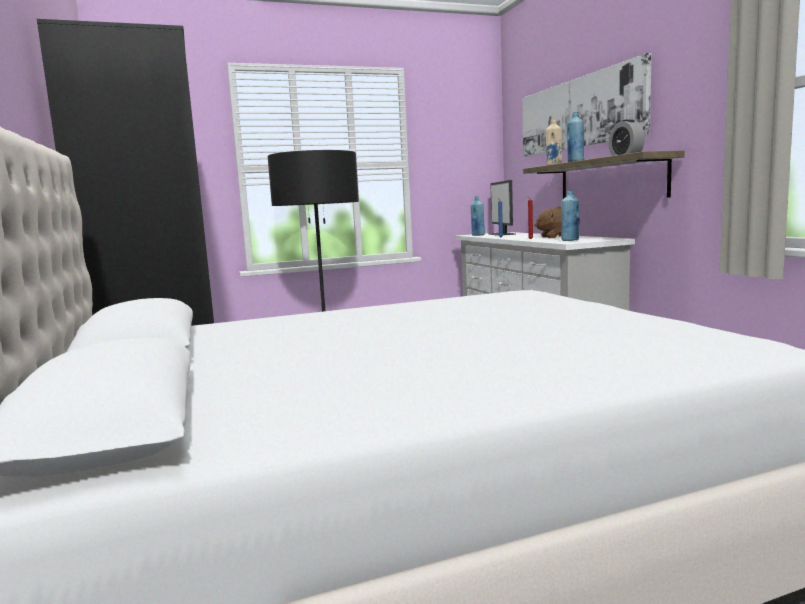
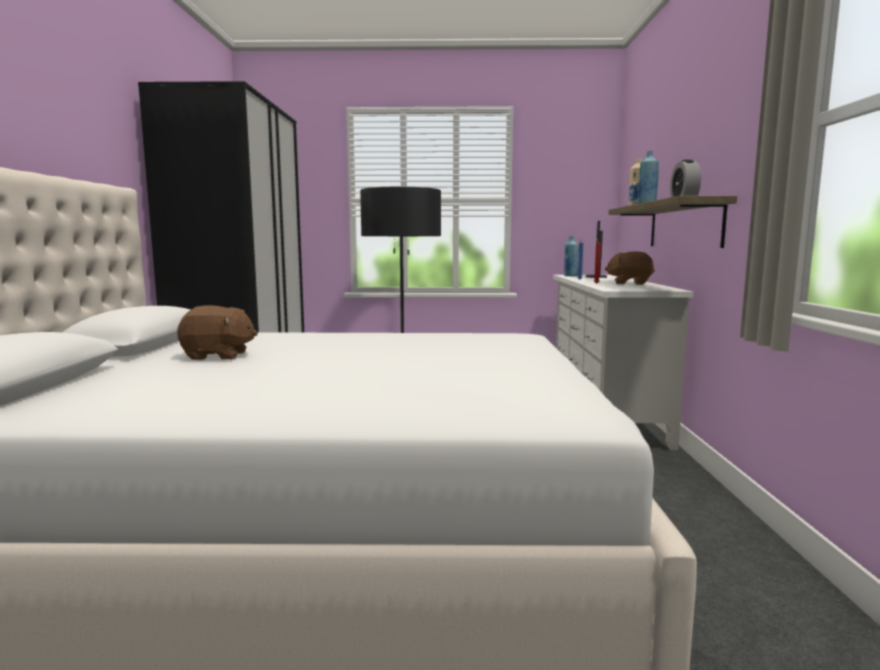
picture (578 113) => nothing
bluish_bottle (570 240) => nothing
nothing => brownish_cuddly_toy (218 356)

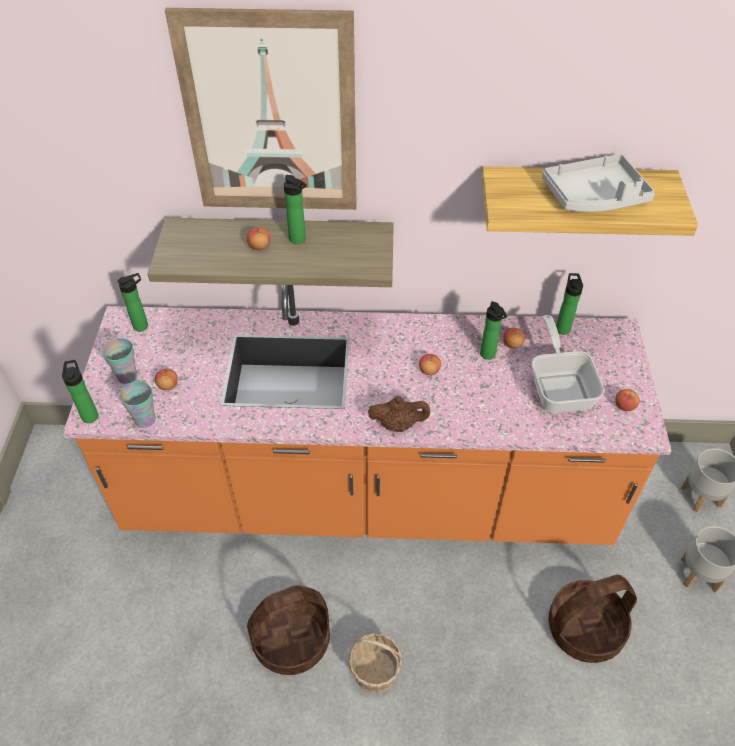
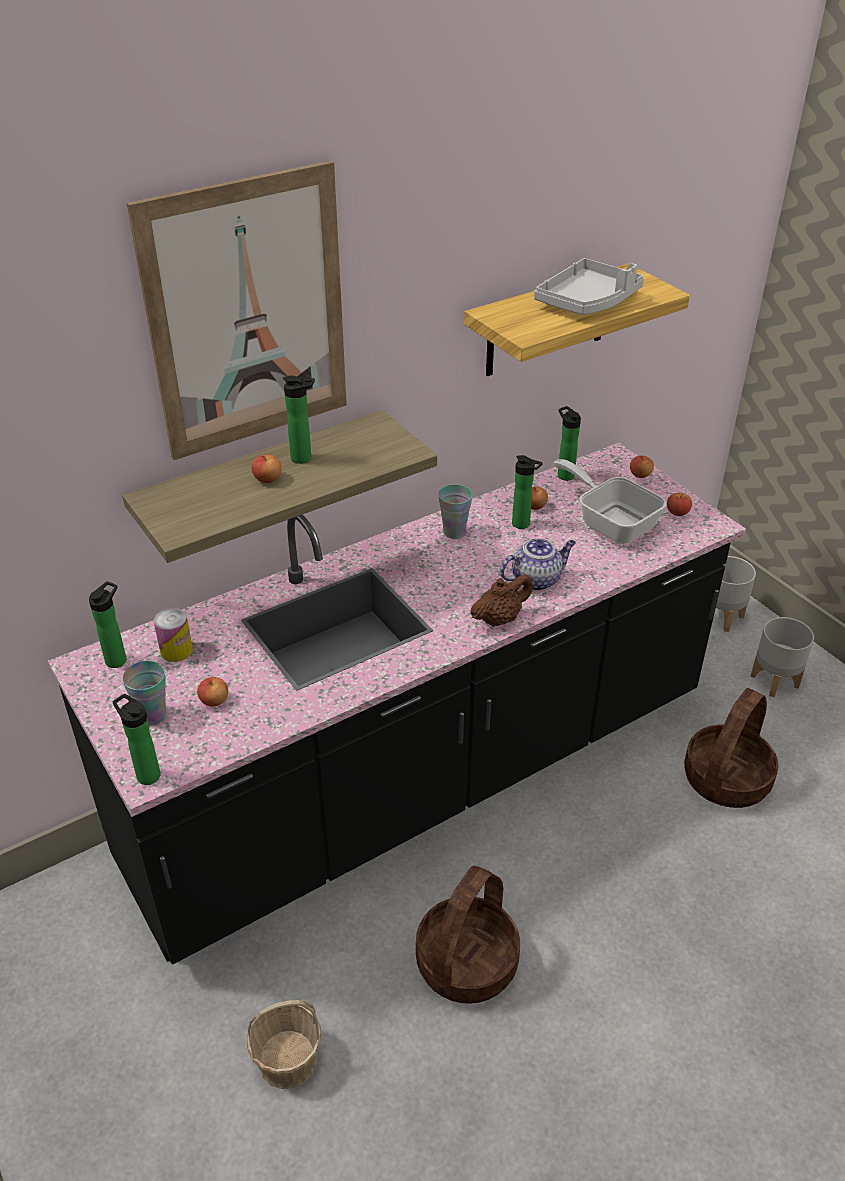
orange_kitchen_counter (367 495) => blackish_kitchen_counter (422 778)
apple_fruit (429 370) => apple_fruit (640 475), shifted
small_cup (145 420) => small_cup (454 532), shifted
household_basket (375 671) => household_basket (287 1059), shifted
nothing => tea_pot (536 579)
nothing => metal_can (176 650)

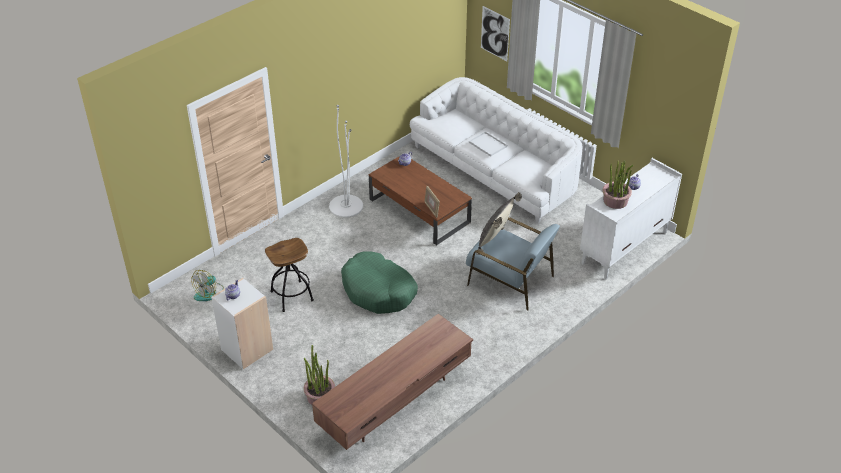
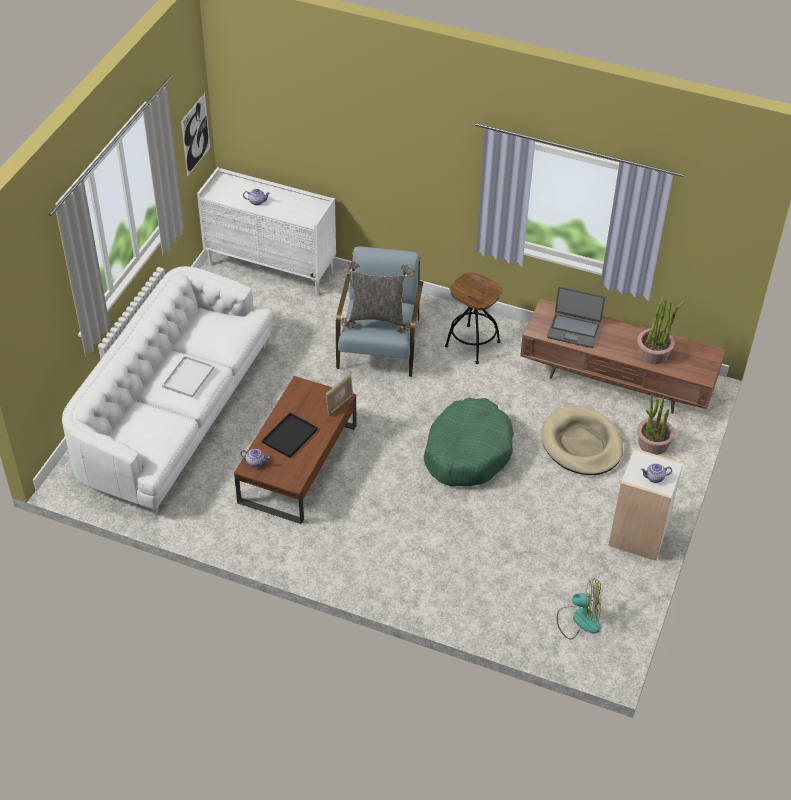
picture (495 33) => picture (195 134), shifted
white-coloured_standing_lamp (346 206) => nothing
plant_in_a_pot (615 201) => plant_in_a_pot (653 353), shifted
brownish_stool_seat (291 296) => brownish_stool_seat (473 344), shifted
nothing => portable_computer (574 330)
nothing => beige-coloured_dog_bed (581 444)
nothing => blackish_carrying_tray (289 436)

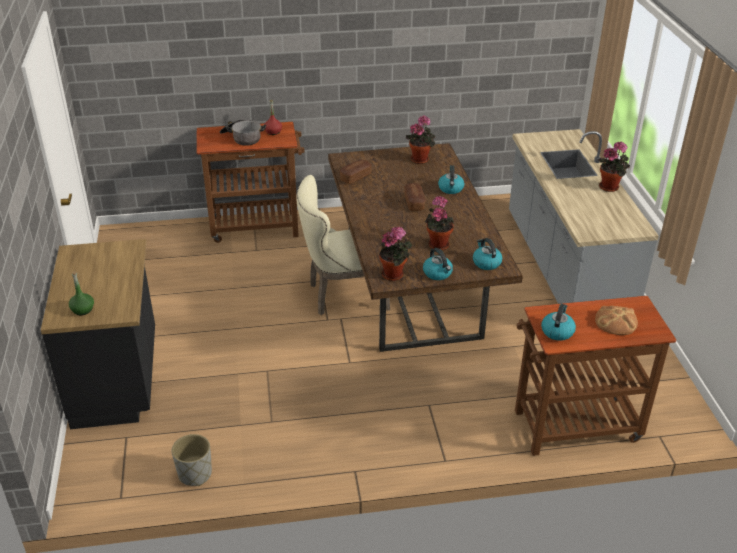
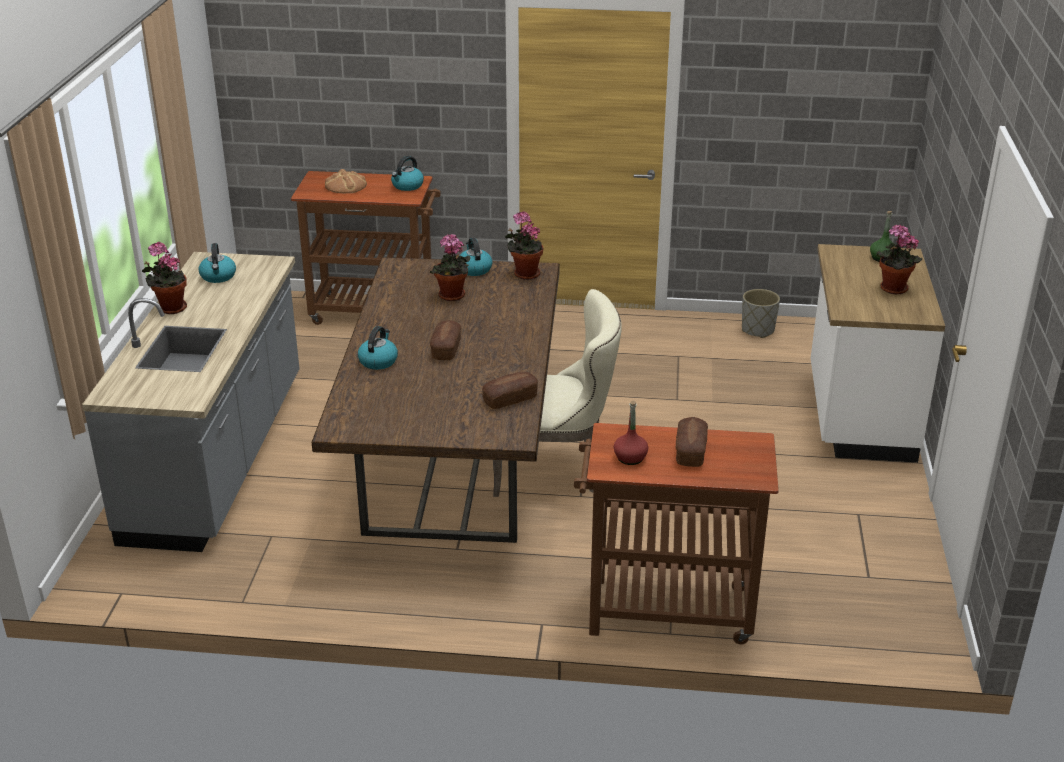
plant_in_a_pot (420 159) => plant_in_a_pot (892 289), shifted
stockpot (242 138) => baked_bread (690 451)
tea_kettle (486 263) => tea_kettle (218 276), shifted
blackish_kitchen_counter (118 379) => white-coloured_kitchen_counter (857 415)

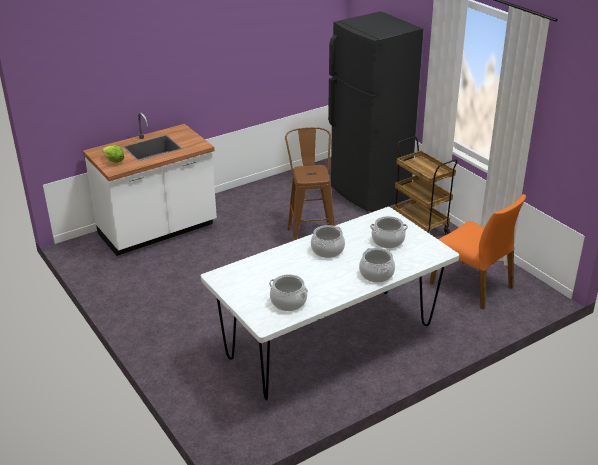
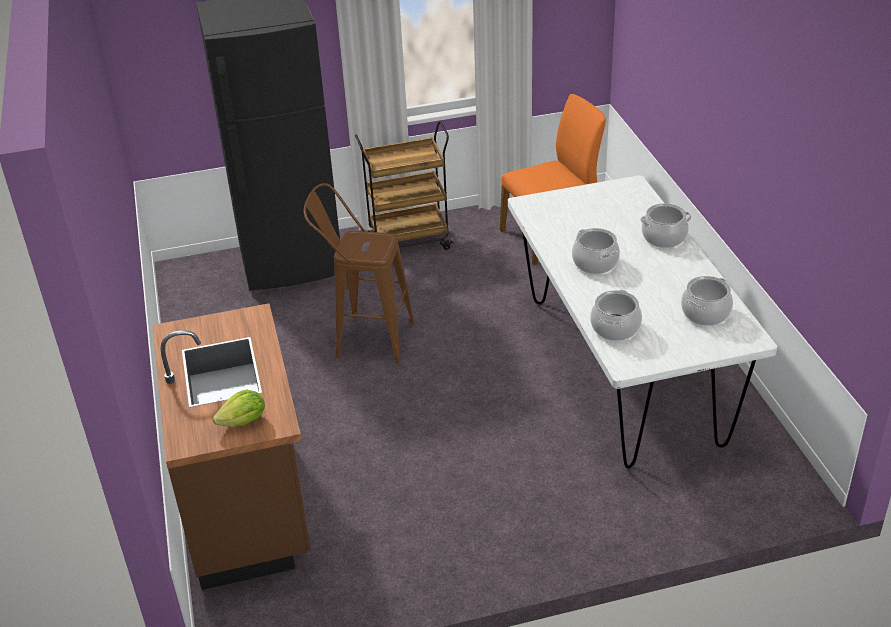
white-coloured_kitchen_counter (158 231) => brownish_kitchen_counter (248 504)
stockpot (388 241) => stockpot (615 328), shifted

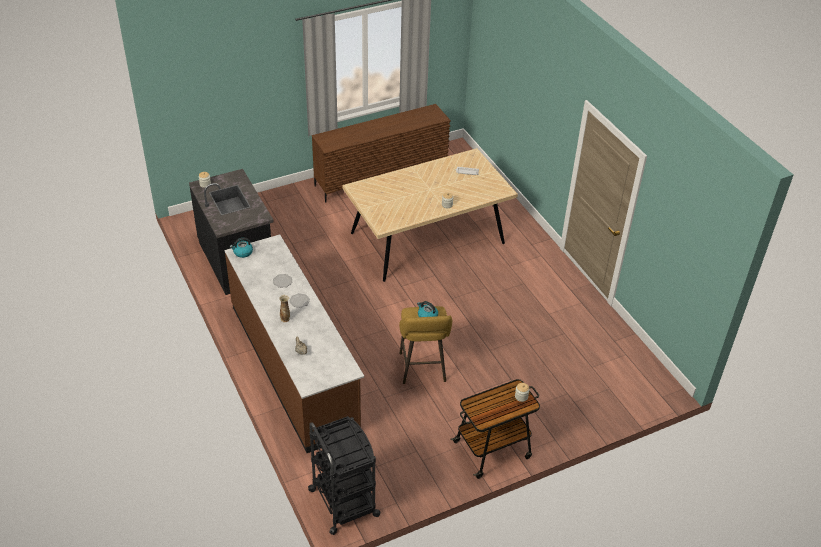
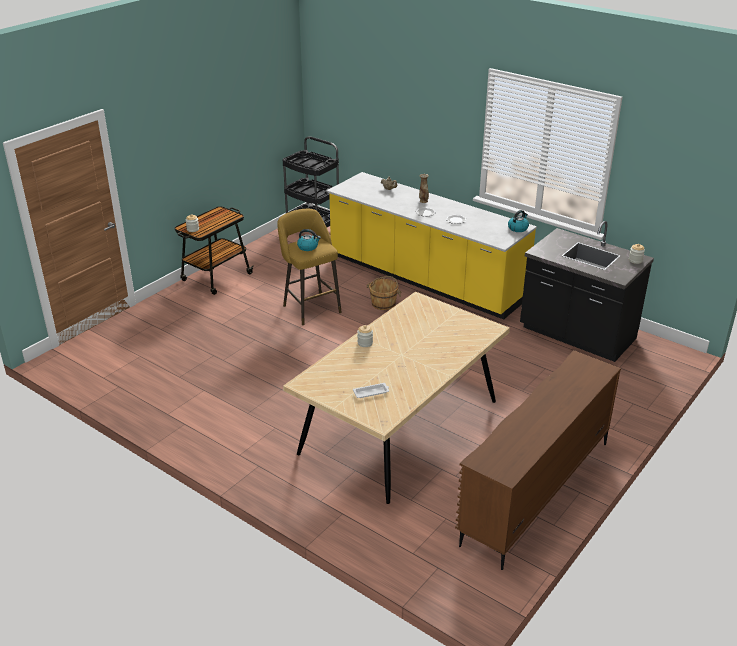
brownish_kitchen_counter (294 366) => yellow_kitchen_counter (424 279)
nothing => brownish_pail (383 303)

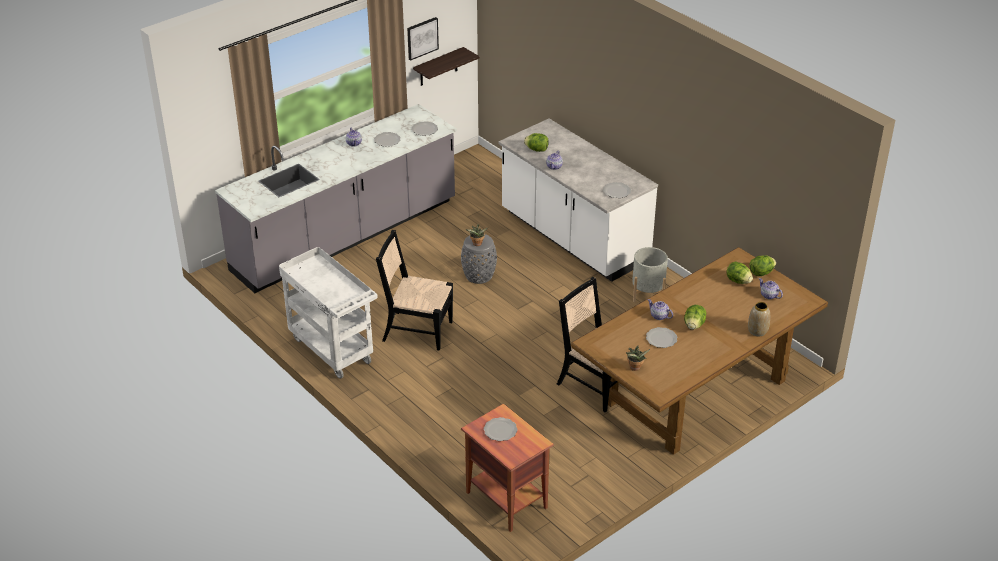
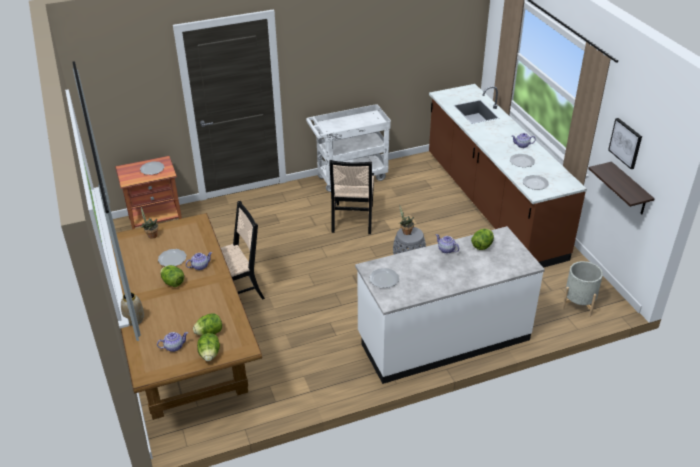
gray_kitchen_counter (346 237) => brownish_kitchen_counter (492 205)
upright_chair (417 331) => upright_chair (352 219), 150 degrees clockwise
gray_planter (647 293) => gray_planter (578 304), shifted

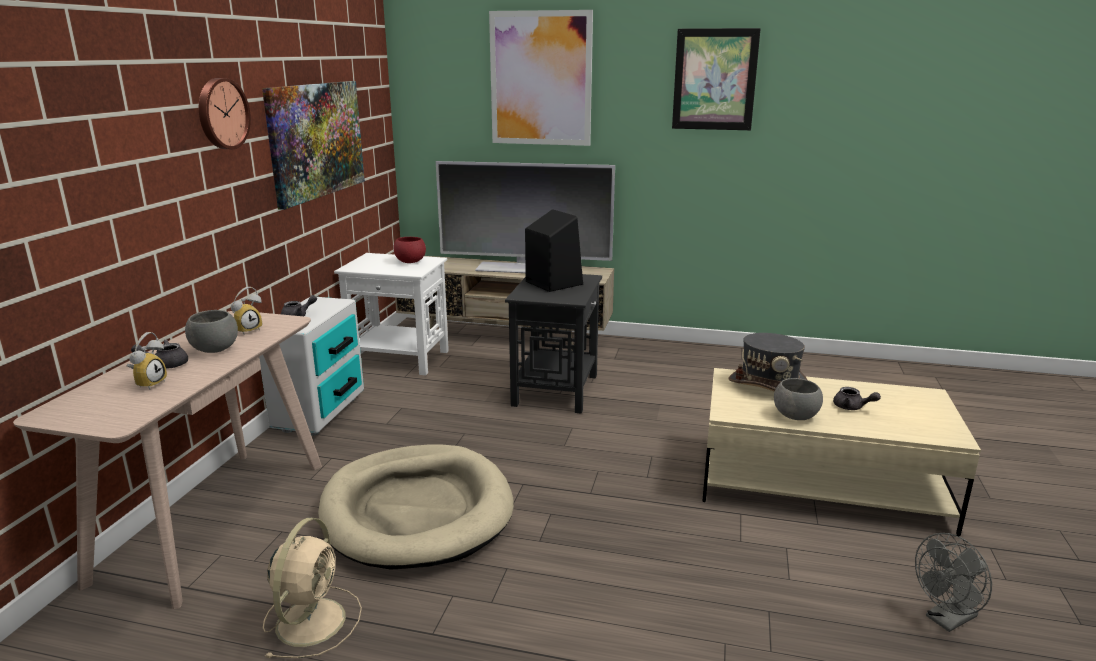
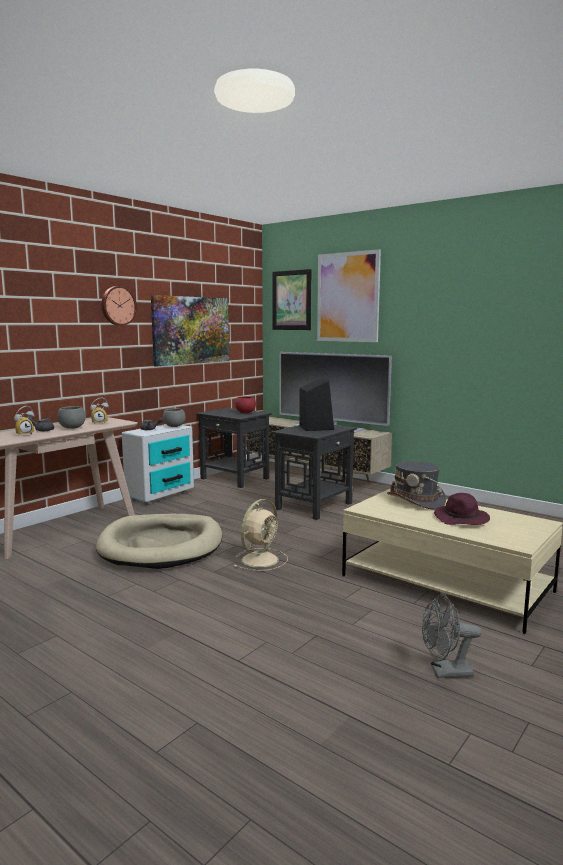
picture (714 80) => picture (291 300), shifted
white-coloured_end_table (400 359) => blackish_end_table (235 478)
gray_serving_bowl (795 416) => gray_serving_bowl (174 426), shifted
gray_tea_pot (852 407) => purplish_wearable_hat (462 519)
beige-coloured_cooling_fan (312 619) => beige-coloured_cooling_fan (261 559), shifted

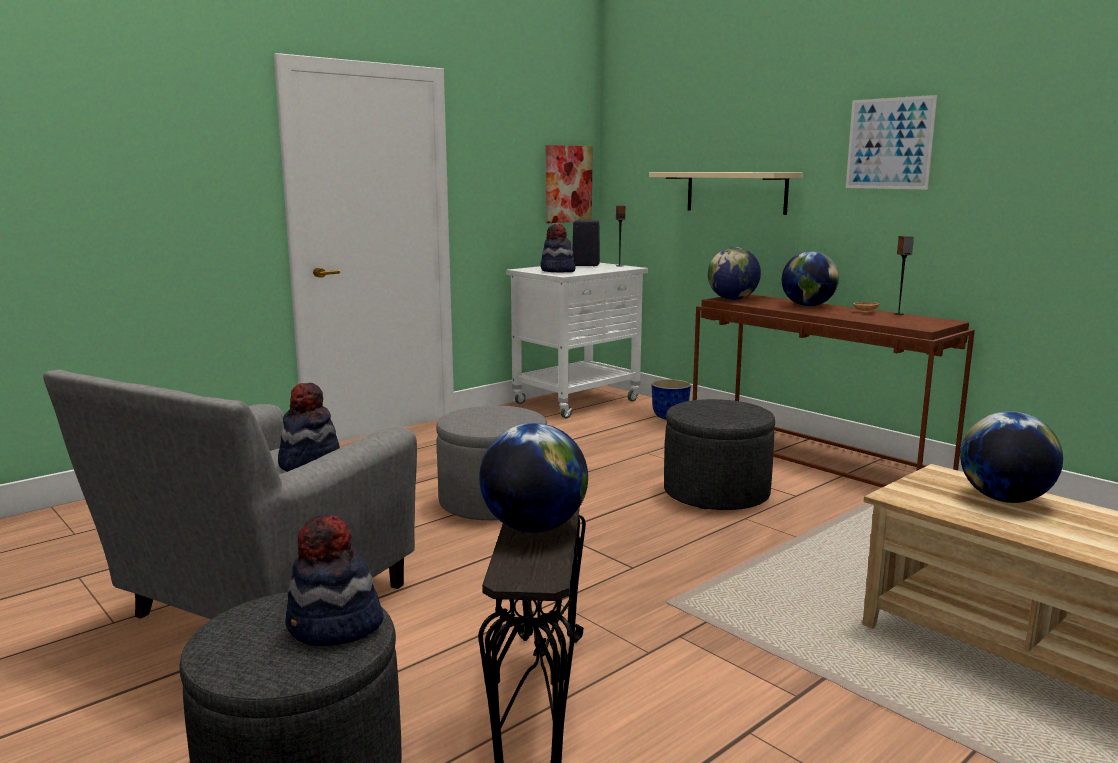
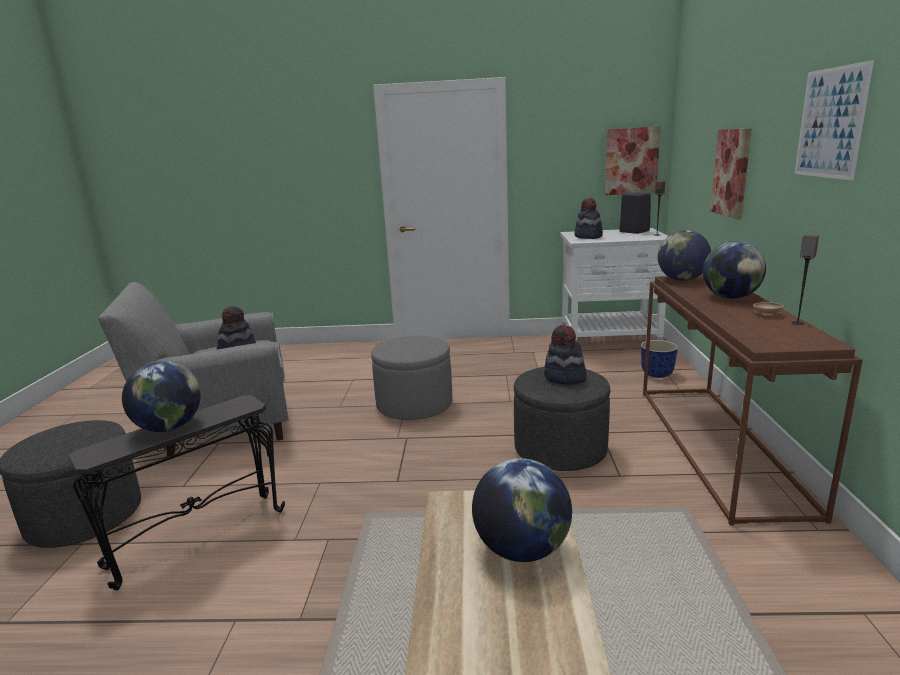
beige-coloured_shelf (736 192) => picture (731 172)
wearable_hat (334 627) => wearable_hat (564 378), shifted

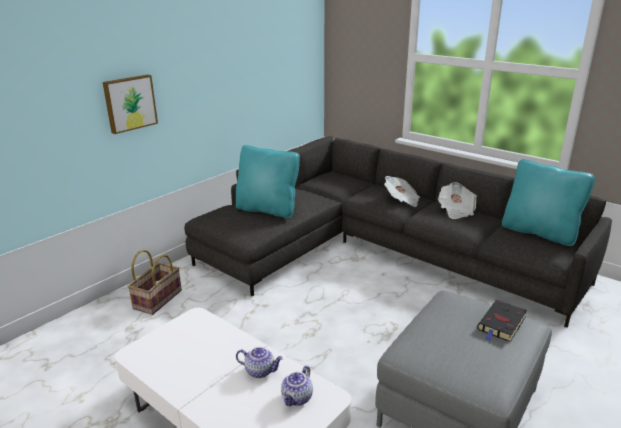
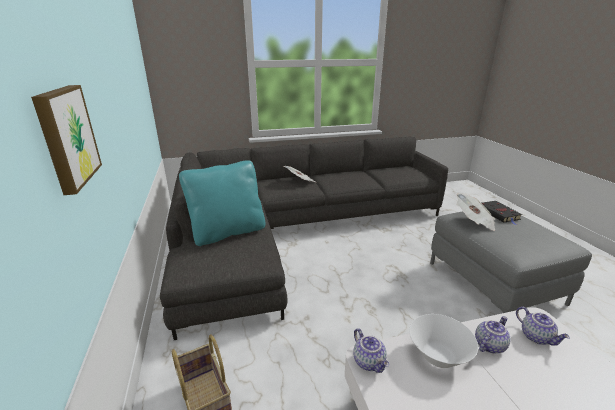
blue-green_throw_pillow (539 232) => nothing
newspaper (456 211) => newspaper (474 221), shifted
nothing => white-coloured_serving_bowl (438 356)
nothing => tea_pot (369 362)

